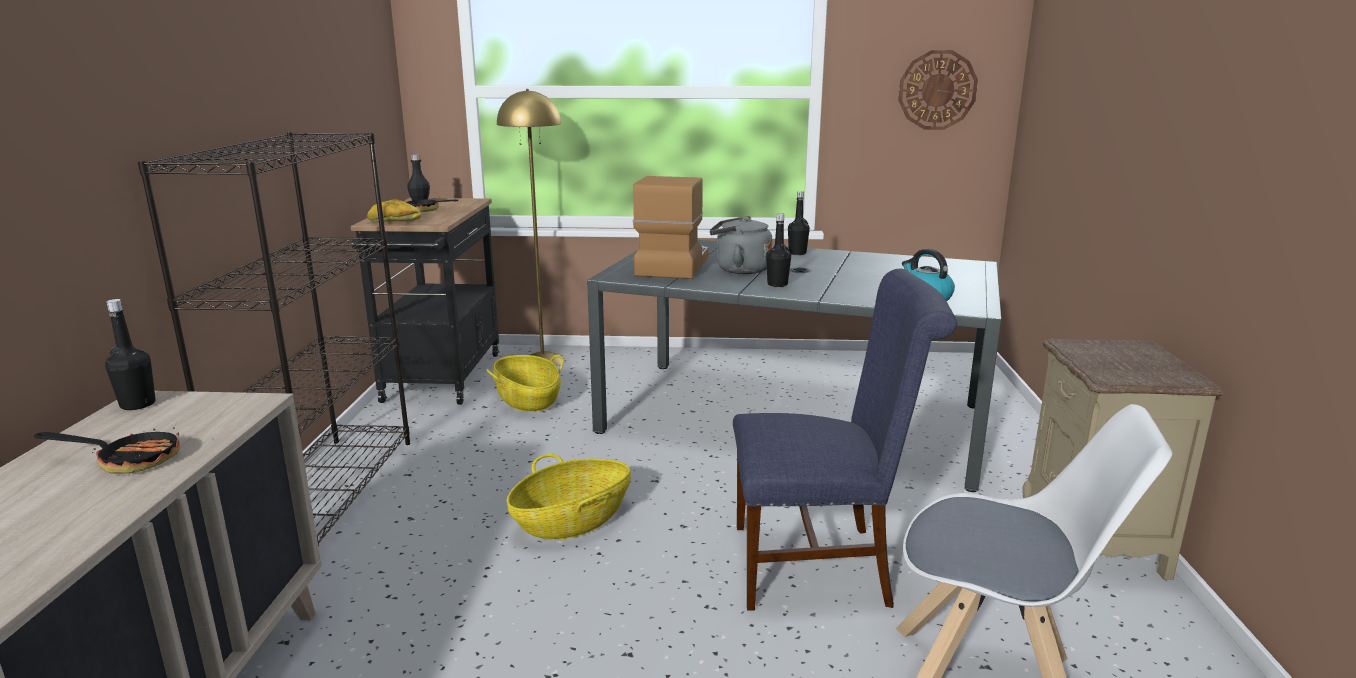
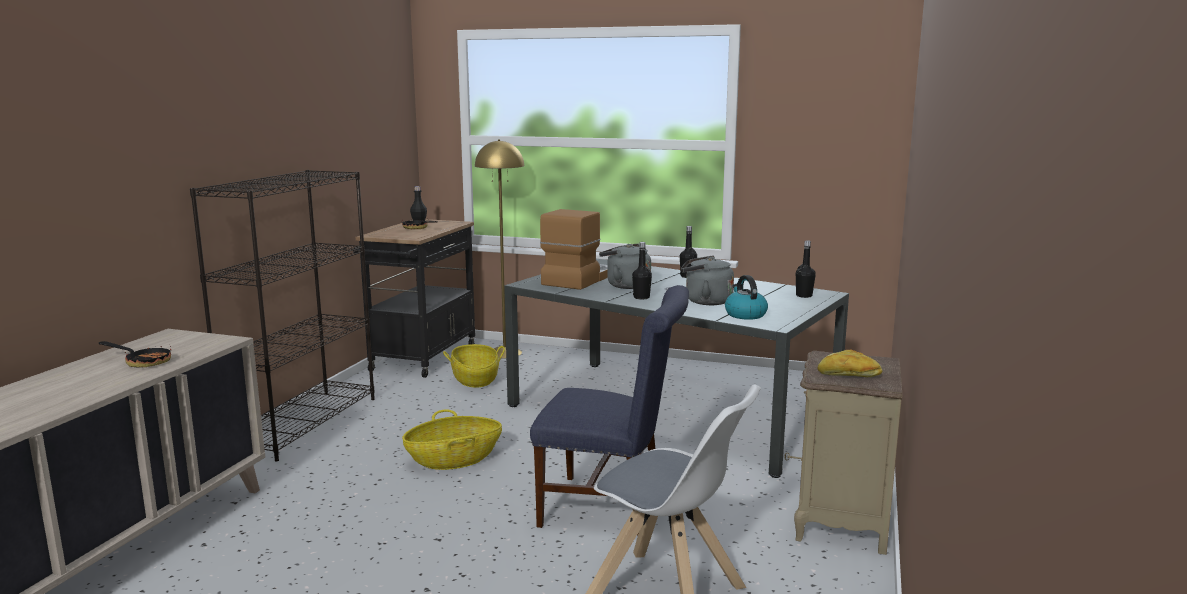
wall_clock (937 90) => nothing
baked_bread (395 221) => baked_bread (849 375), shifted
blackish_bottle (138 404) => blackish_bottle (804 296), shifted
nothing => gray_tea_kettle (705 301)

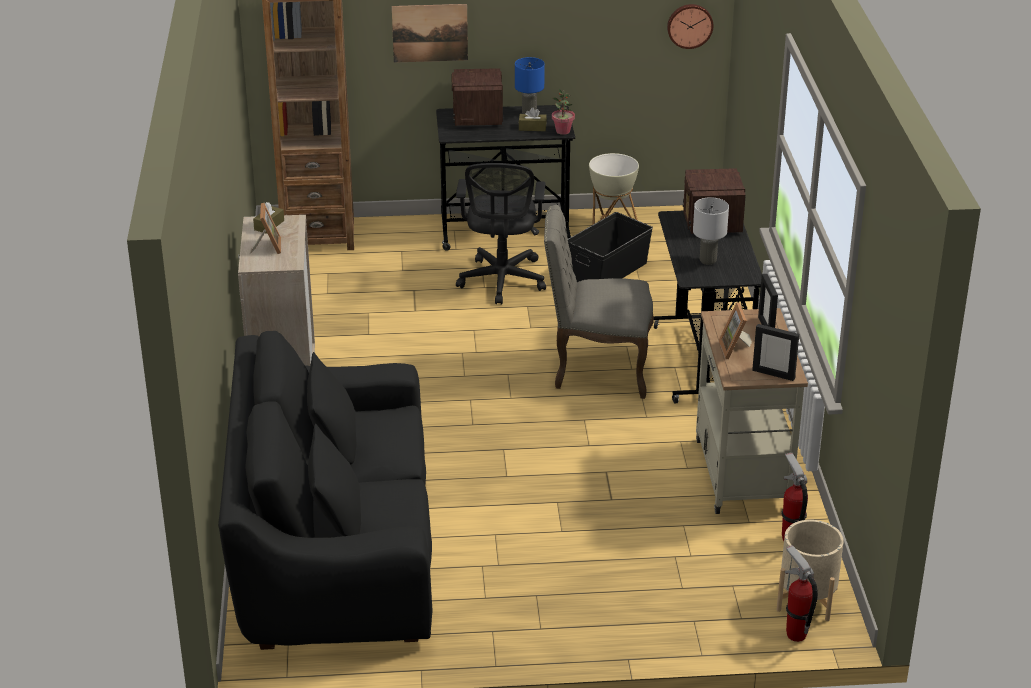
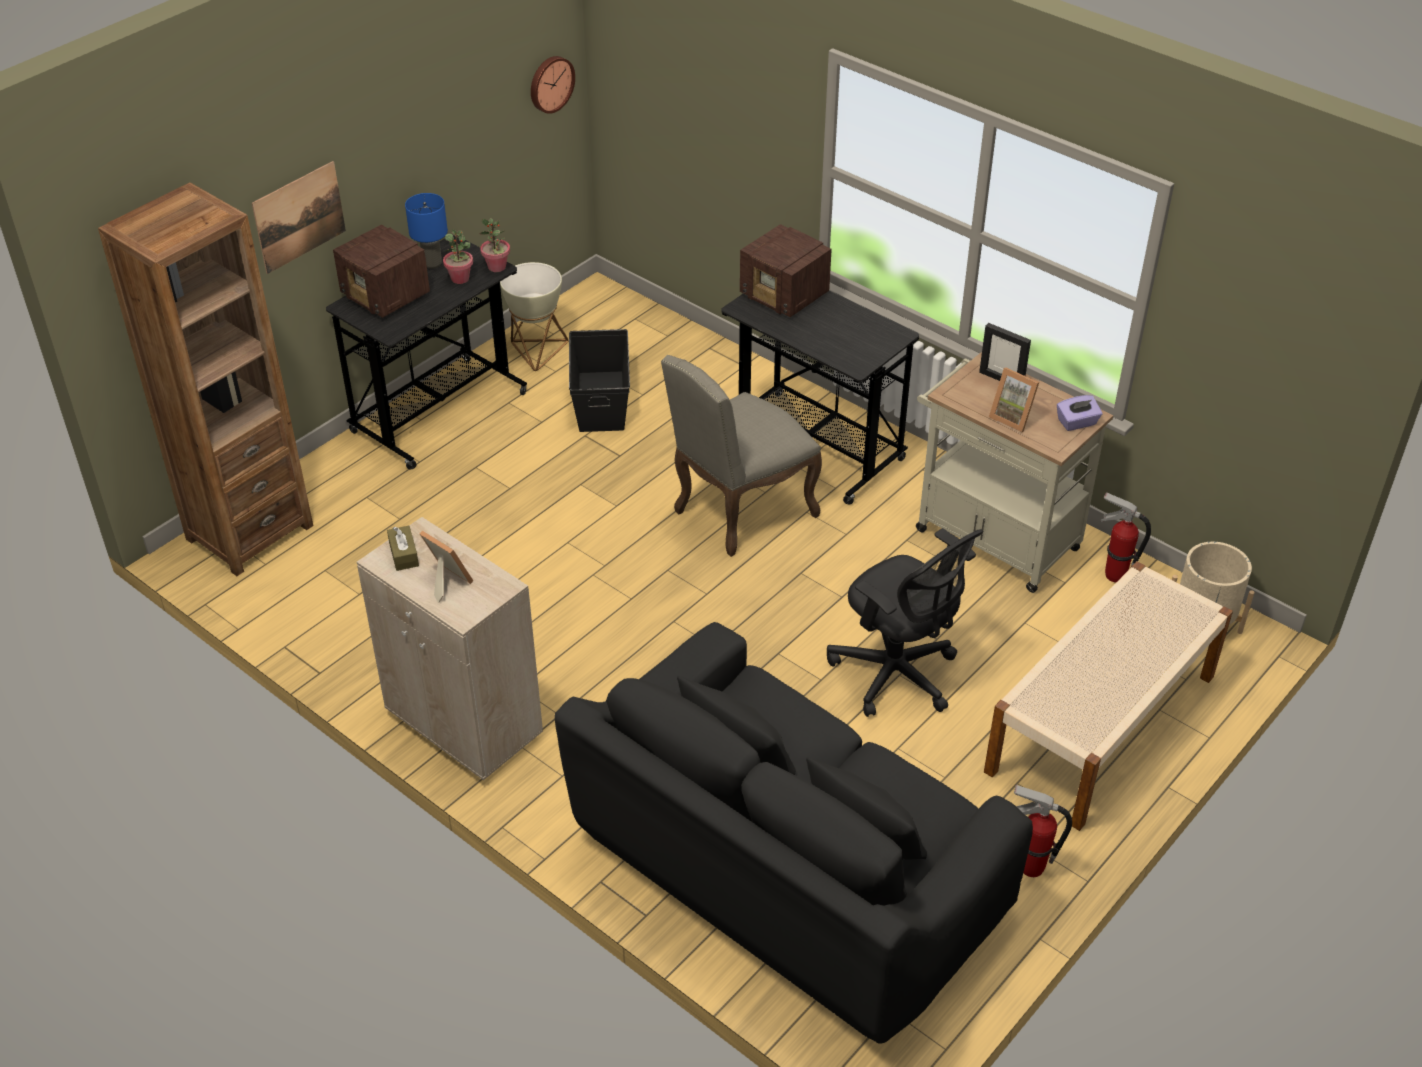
brownish_tissue_box (532 127) => plant_in_a_pot (460 278)
blackish_office_chair (502 282) => blackish_office_chair (897 675), shifted
white-coloured_lamp_for_a_table (707 261) => nothing
photo_frame (773 373) => purplish_tissue_box (1077 423)
fire-fighting_cylinder (795 634) => fire-fighting_cylinder (1030 867), shifted
nothing => beige-coloured_bench (1102 724)

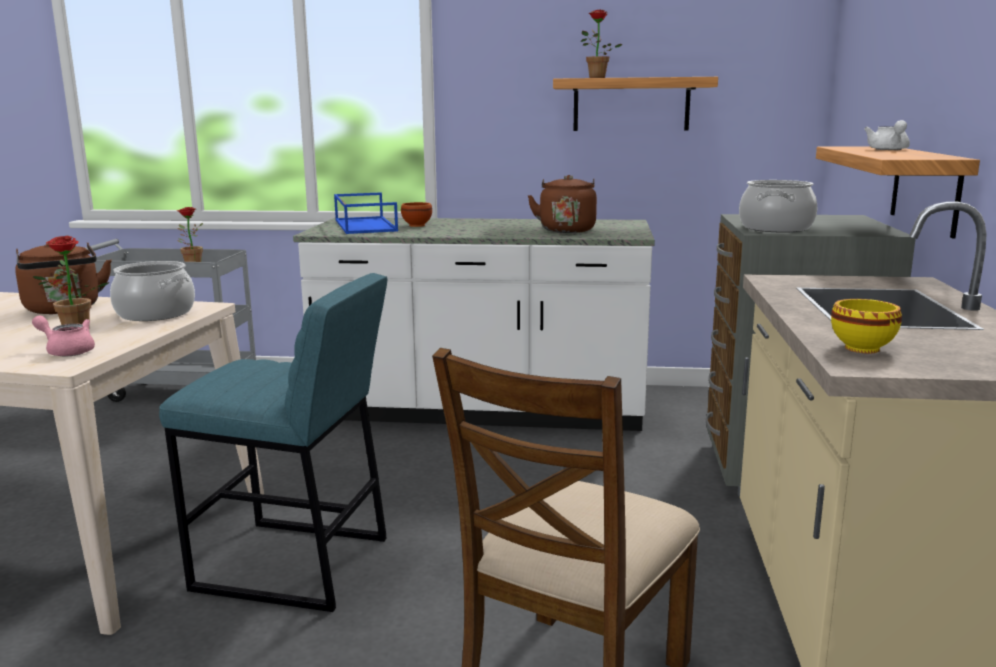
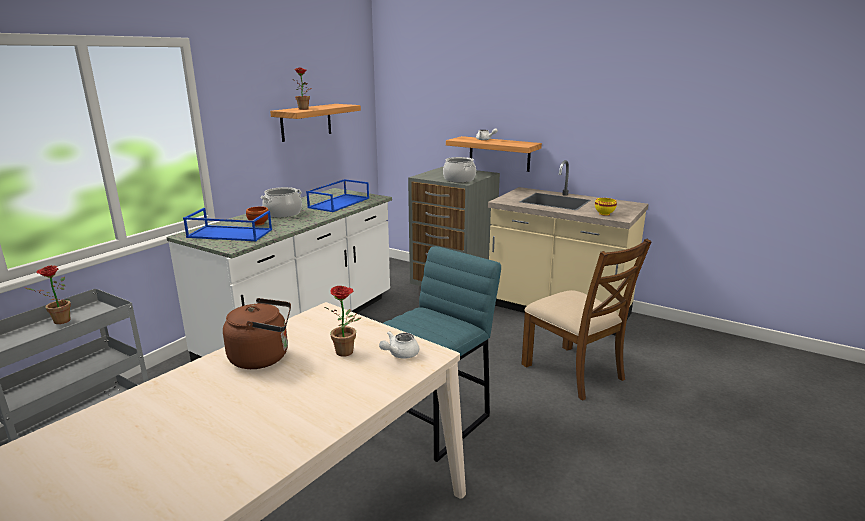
brownish_tea_kettle (566 230) => bluish_carrying_tray (339 203)
stockpot (156 313) => stockpot (283 213), shifted
pink-coloured_tea_pot (67 351) => white-coloured_tea_pot (400 354)

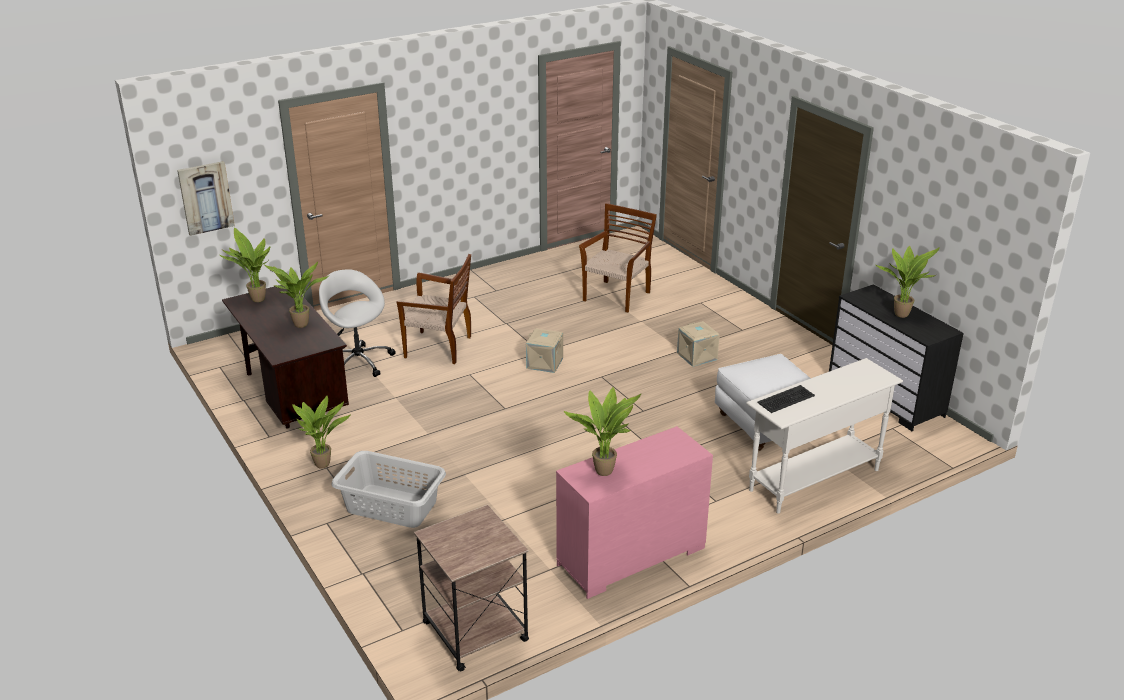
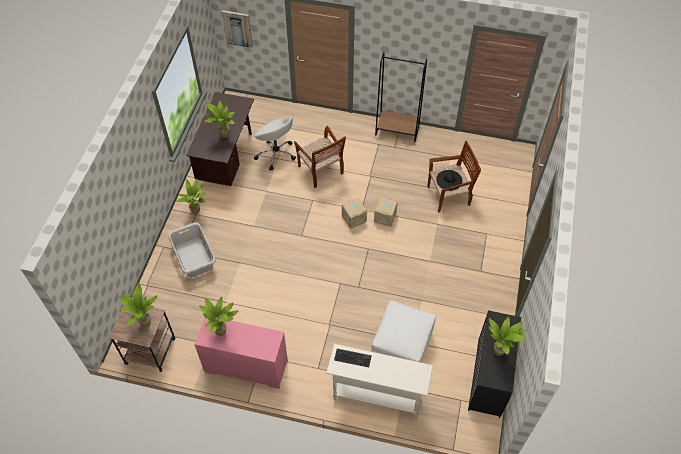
plant_in_a_pot (256 300) => plant_in_a_pot (144 323), shifted
white-coloured_office_chair (358 362) => white-coloured_office_chair (276 155), 150 degrees clockwise
beige-coloured_storage_bin (696 356) => beige-coloured_storage_bin (384 217), shifted
nothing => garment_rack (397 130)
nothing => blackish_wearable_hat (449 180)

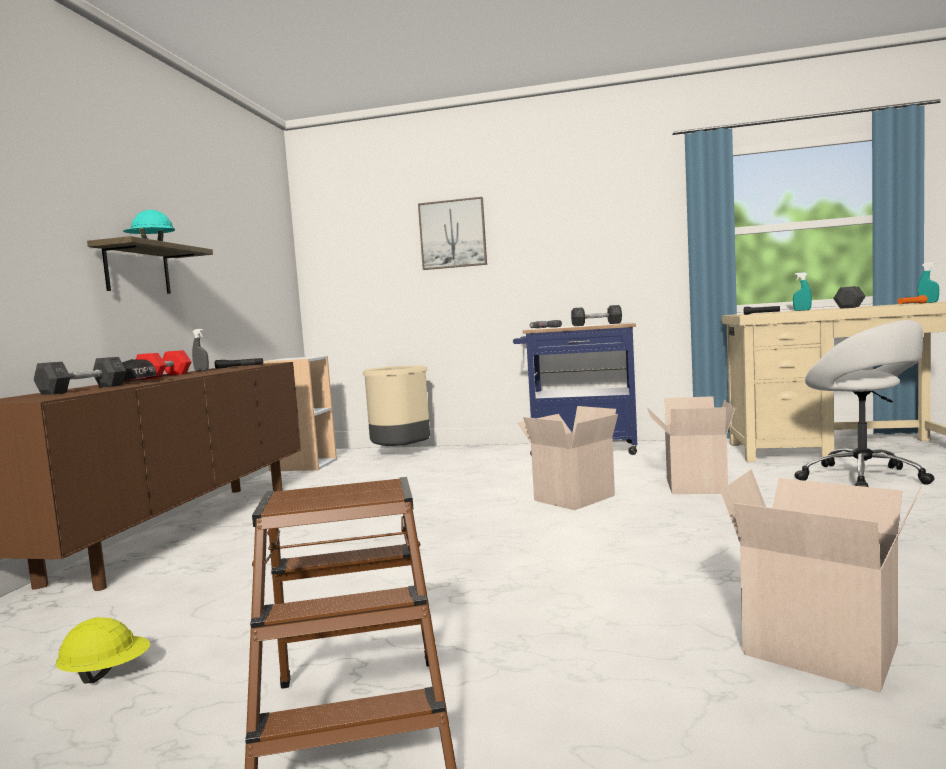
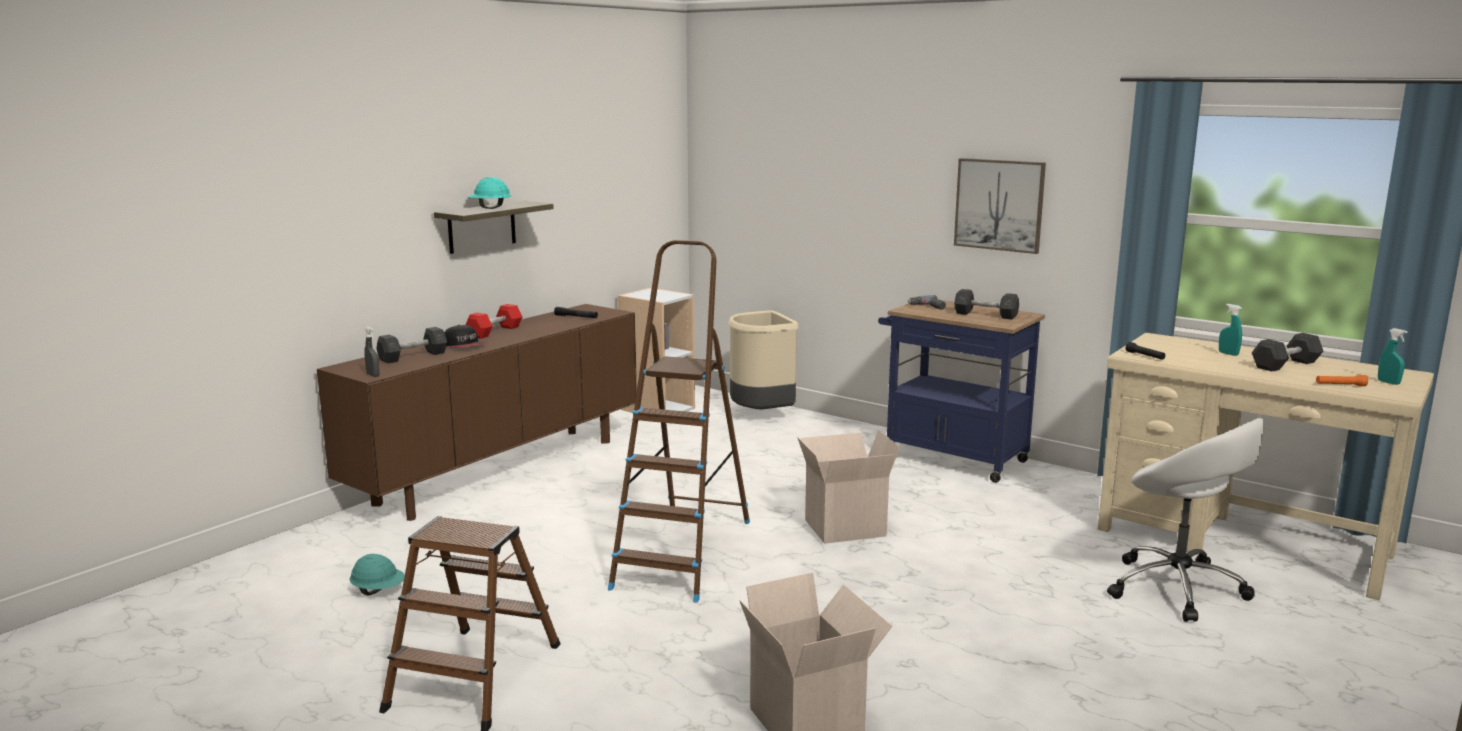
picture (453 234) => picture (999 205), shifted
white-coloured_office_chair (864 478) => white-coloured_office_chair (1179 589), 45 degrees counterclockwise
gray_hand_sprayer (201 370) => gray_hand_sprayer (373 375), shifted
cardboard_box (693 485) => nothing
yellow_hard_hat (107 674) => blue-green_hard_hat (379 591)
nothing => brownish_stepladder (683 553)

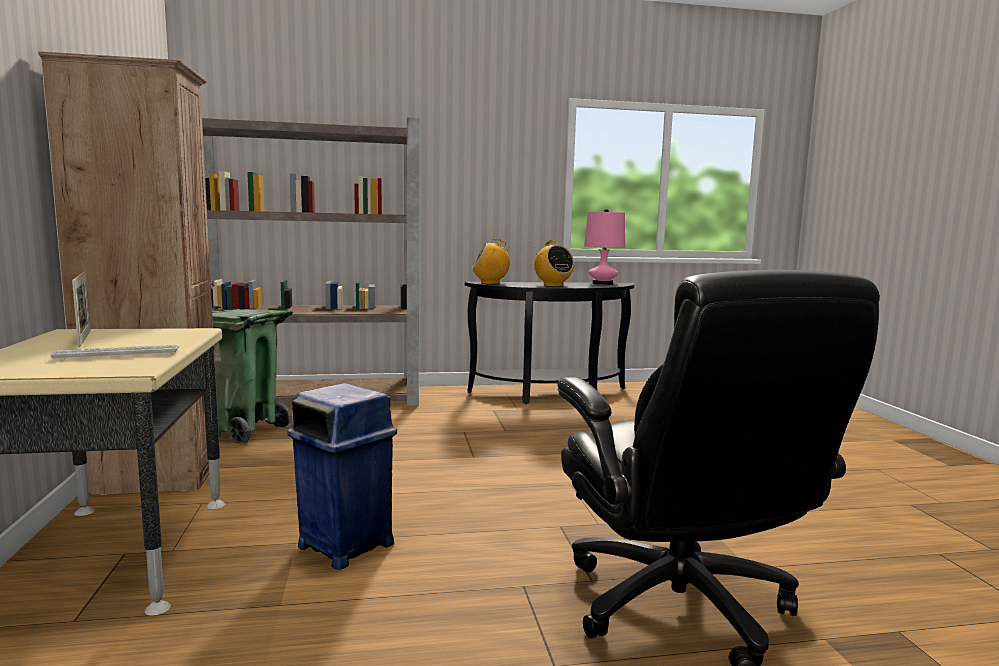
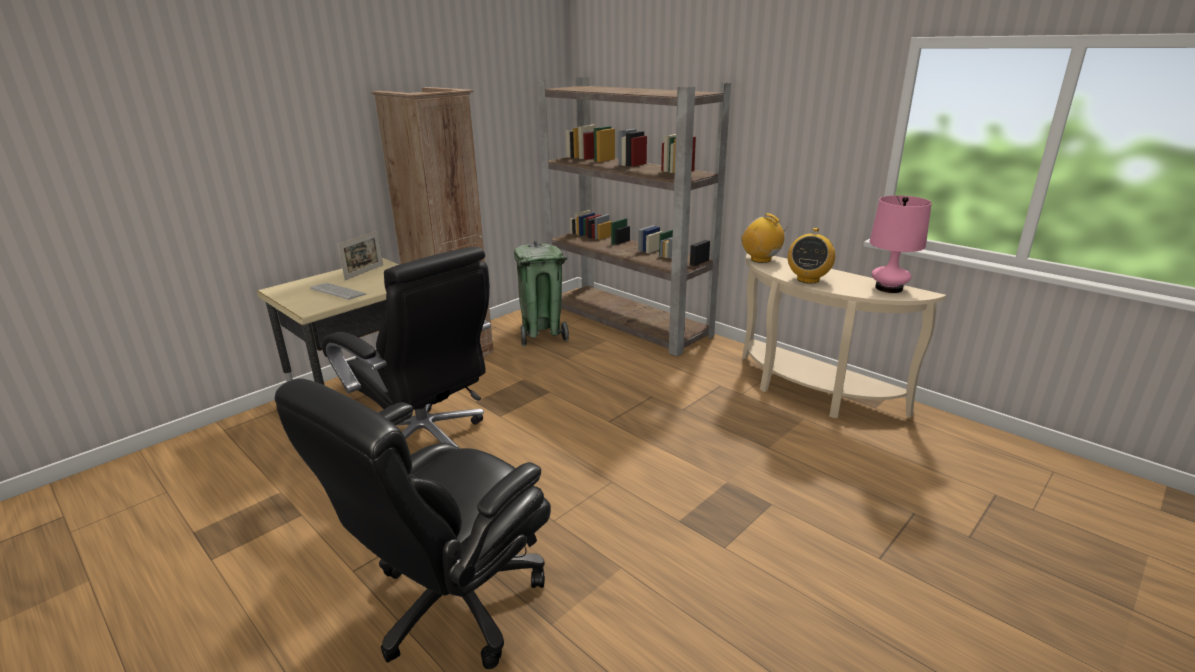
blackish_console_table (552 395) => beige-coloured_console_table (809 392)
bluish_rubbish_bin (345 545) => blackish_office_chair (429 442)

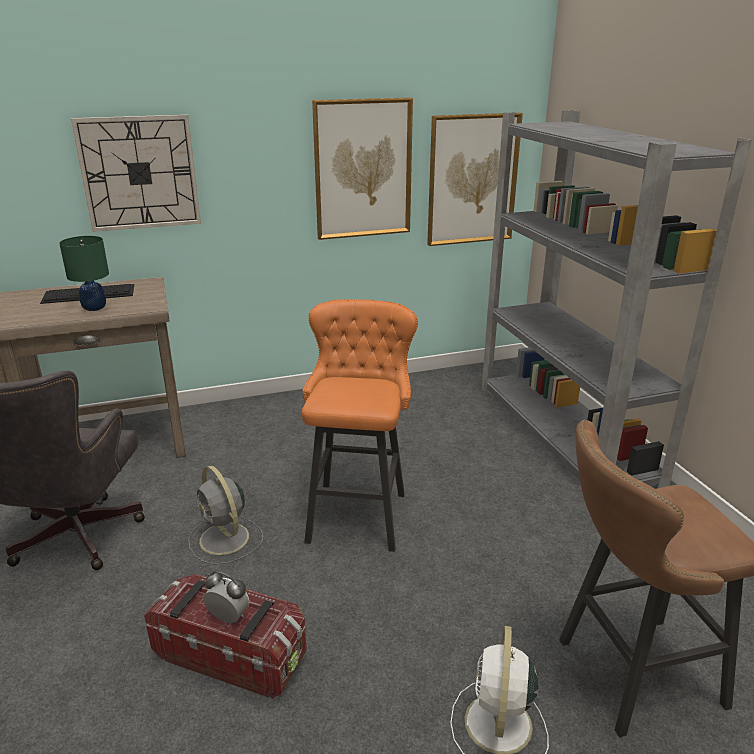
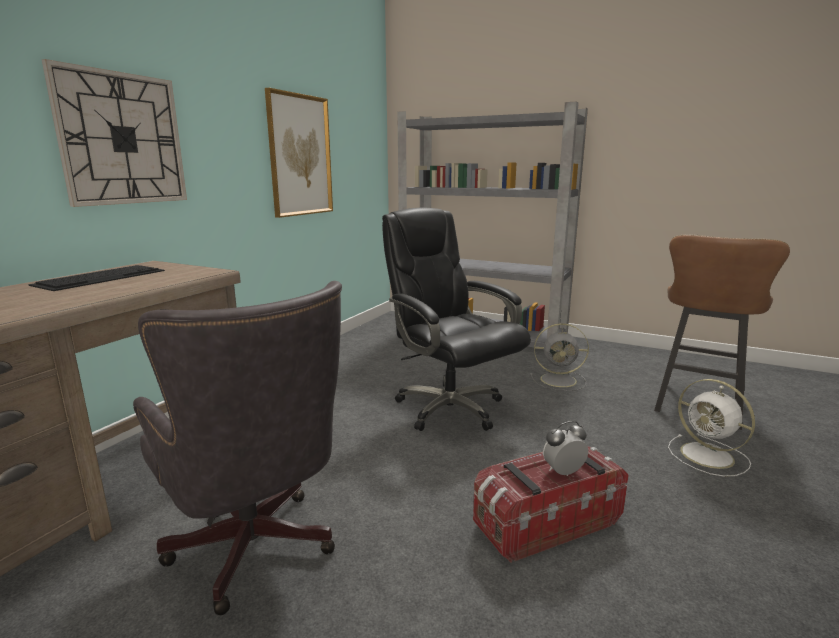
picture (472 180) => nothing
green-coloured_lamp_for_a_table (93 308) => nothing
orange_stool_seat (359 508) => blackish_office_chair (451 409)
gray_cooling_fan (225 540) => gray_cooling_fan (560 380), shifted

